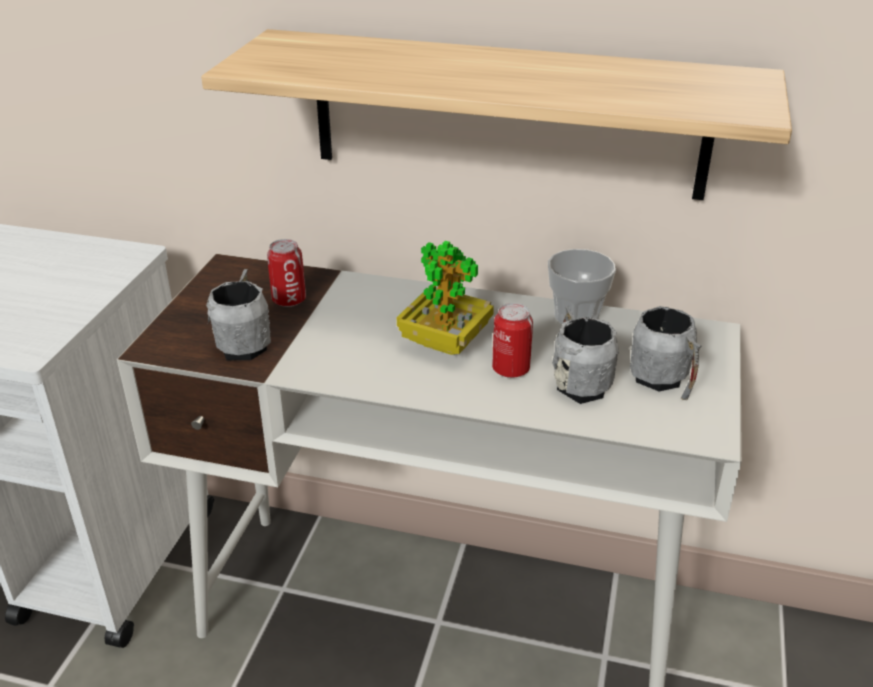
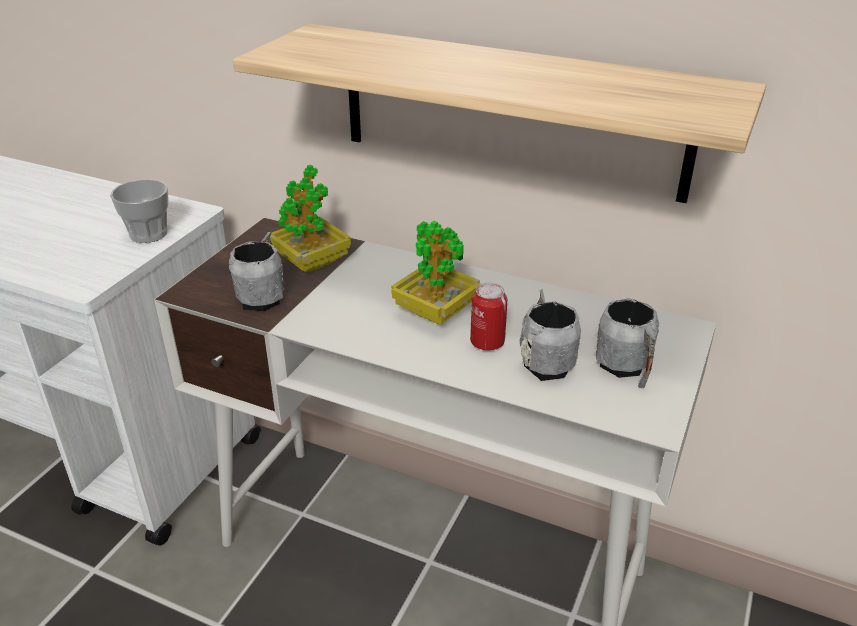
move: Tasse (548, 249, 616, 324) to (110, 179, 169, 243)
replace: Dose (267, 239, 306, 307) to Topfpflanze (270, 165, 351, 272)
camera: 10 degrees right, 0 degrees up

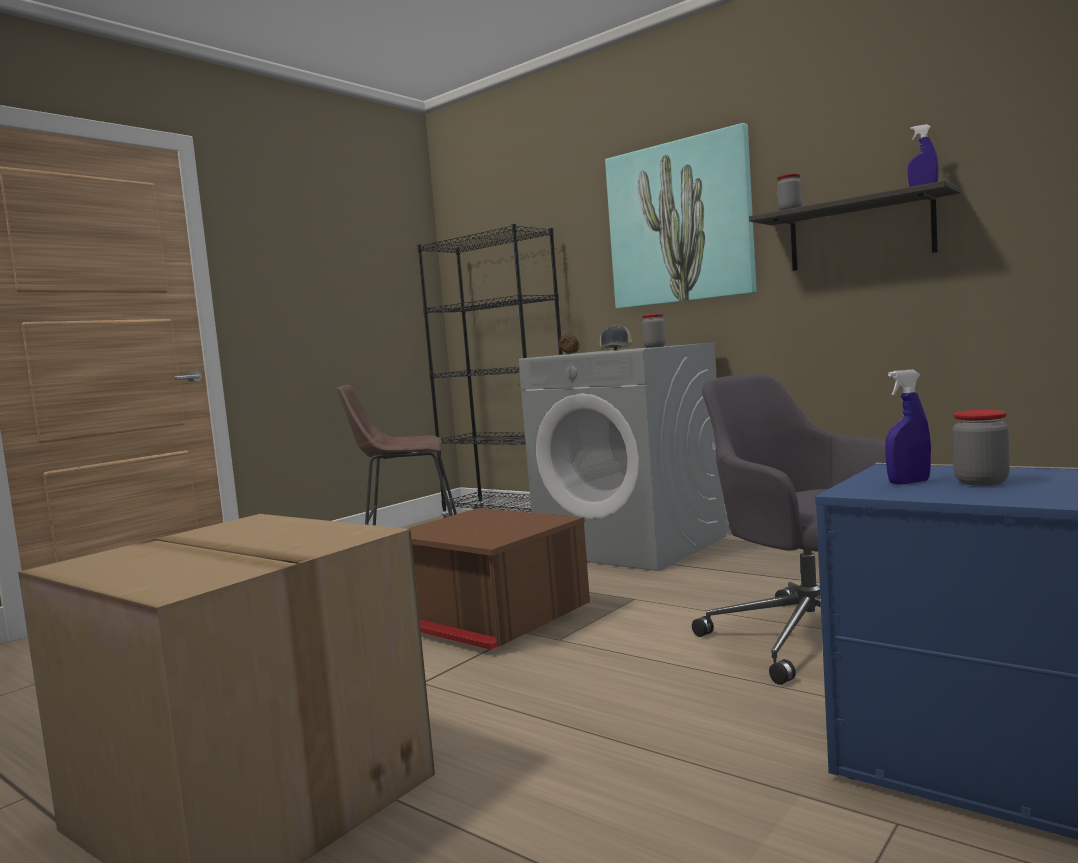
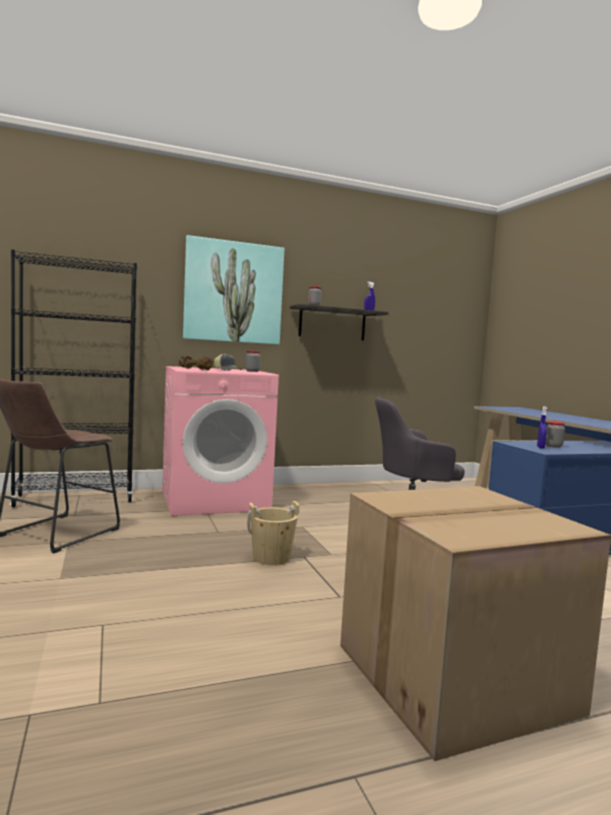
replace: Aufbewahrungsbox (braun) (407, 508, 590, 650) to Eimer (beige) (247, 501, 300, 565)
recolor: Waschmaschine (grau) (519, 342, 726, 571) to Waschmaschine (rosa) (162, 366, 279, 516)
camera: 60 degrees left, 0 degrees up

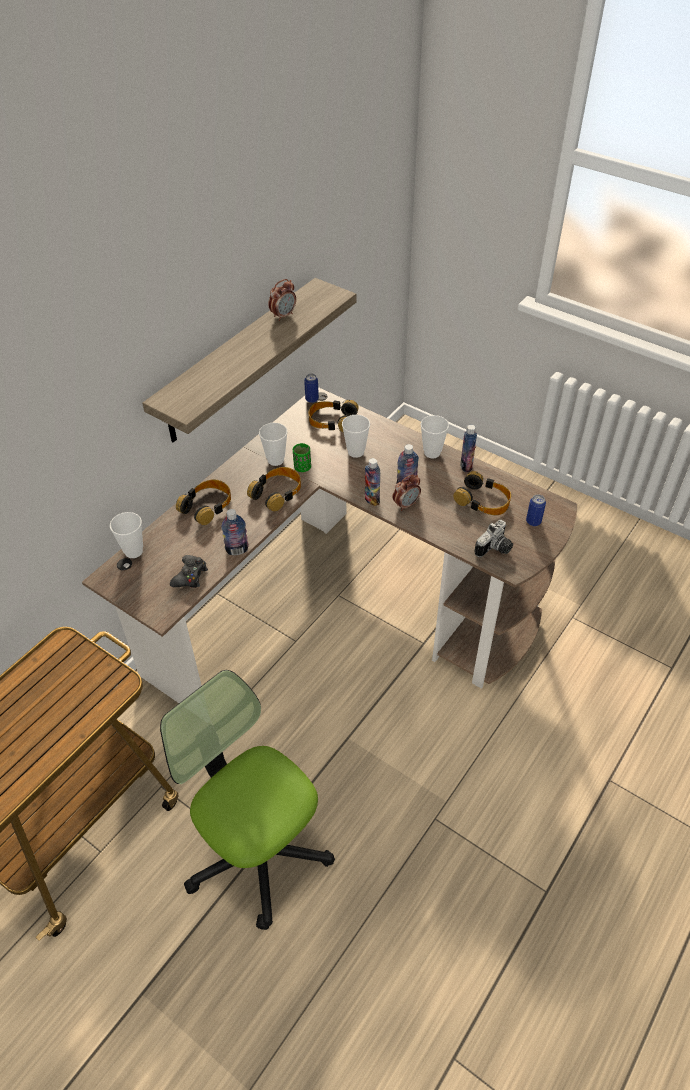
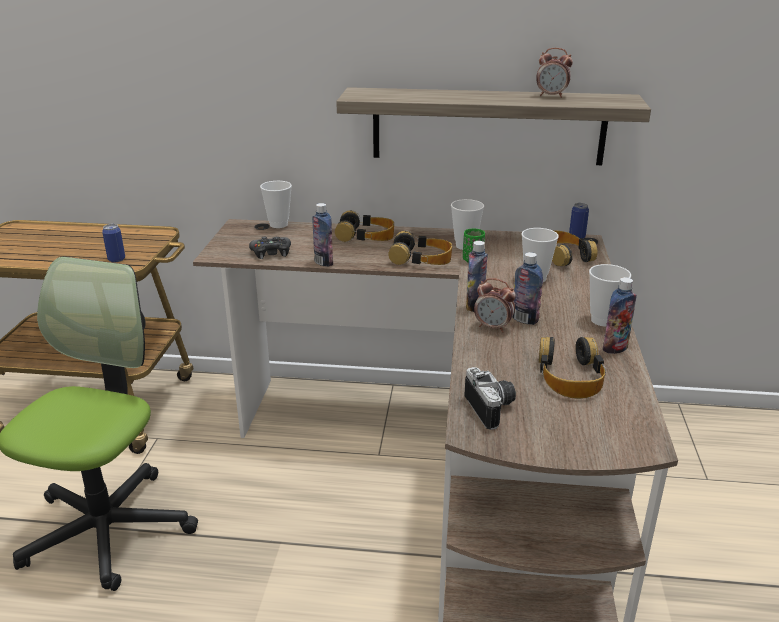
move: Dose (526, 495, 546, 526) to (102, 224, 125, 262)
rotate: Kamera (474, 520, 513, 557) = (464, 367, 516, 430) 120 degrees counterclockwise
camera: 60 degrees right, 20 degrees down

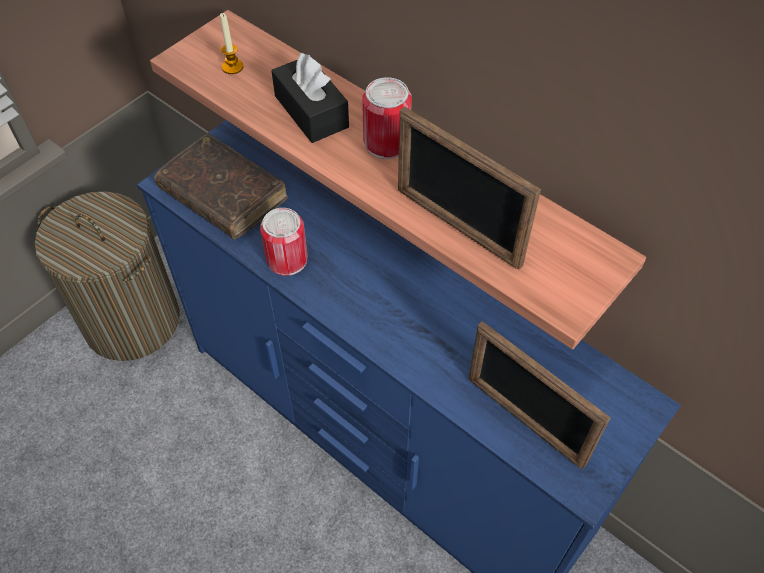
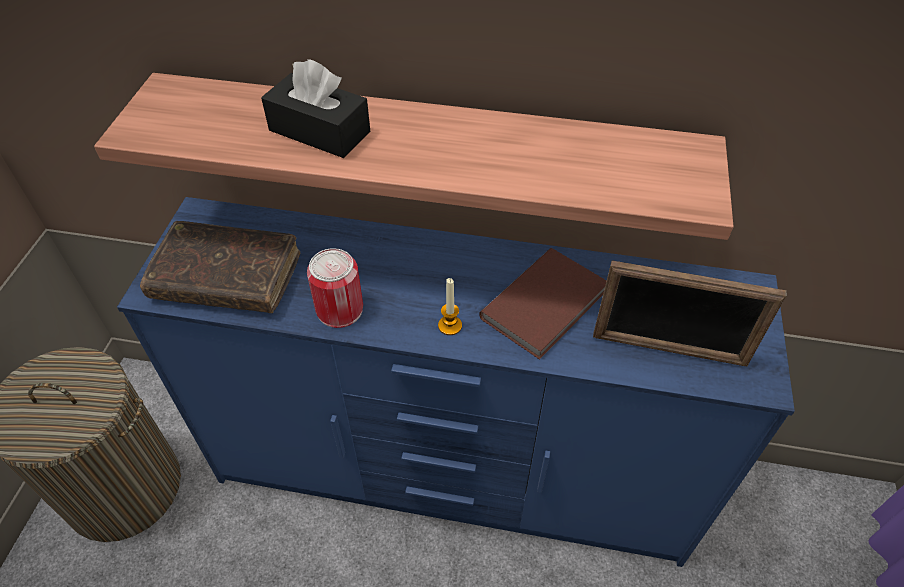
delete: Dose (362, 77, 412, 159); Bilderrahmen (398, 106, 541, 270)
insert: Buch (braun) (479, 248, 607, 360)
move: Kerze (220, 13, 244, 74) to (438, 278, 462, 335)
camera: 30 degrees left, 5 degrees down

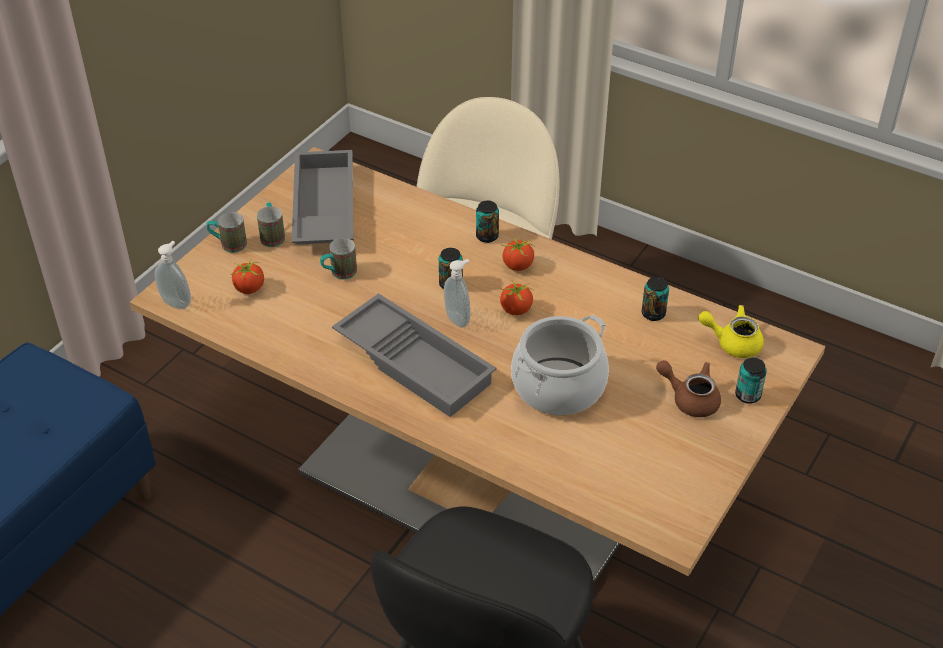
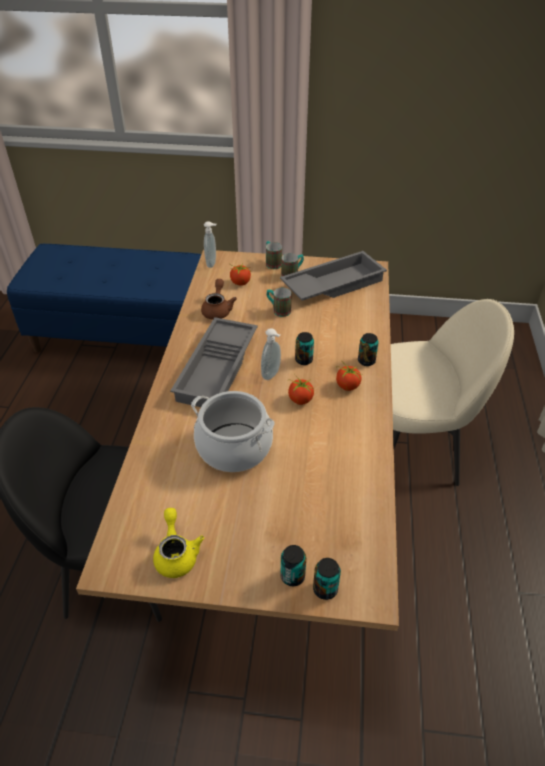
move: Dose (642, 277, 669, 321) to (313, 558, 341, 600); Teekanne (gelb) (698, 305, 764, 358) to (153, 508, 204, 578); Teekanne (braun) (656, 360, 721, 417) to (201, 279, 237, 320)
camera: 65 degrees right, 0 degrees up

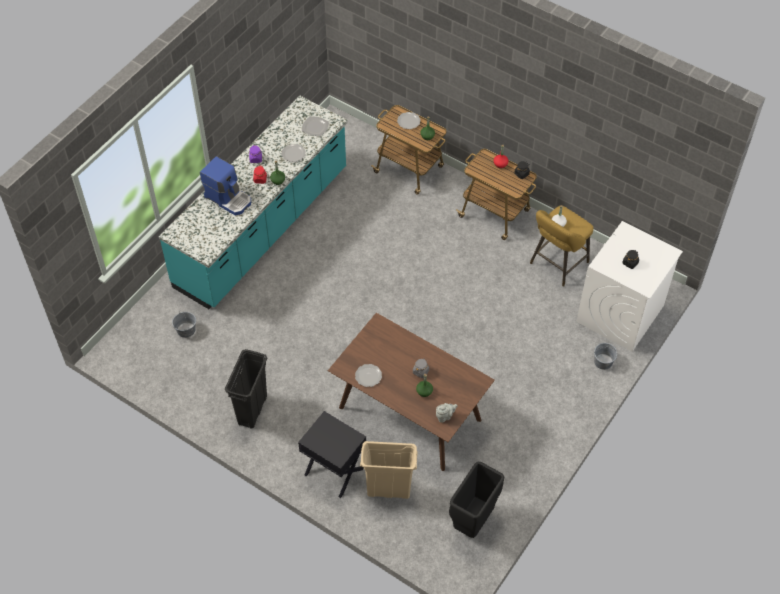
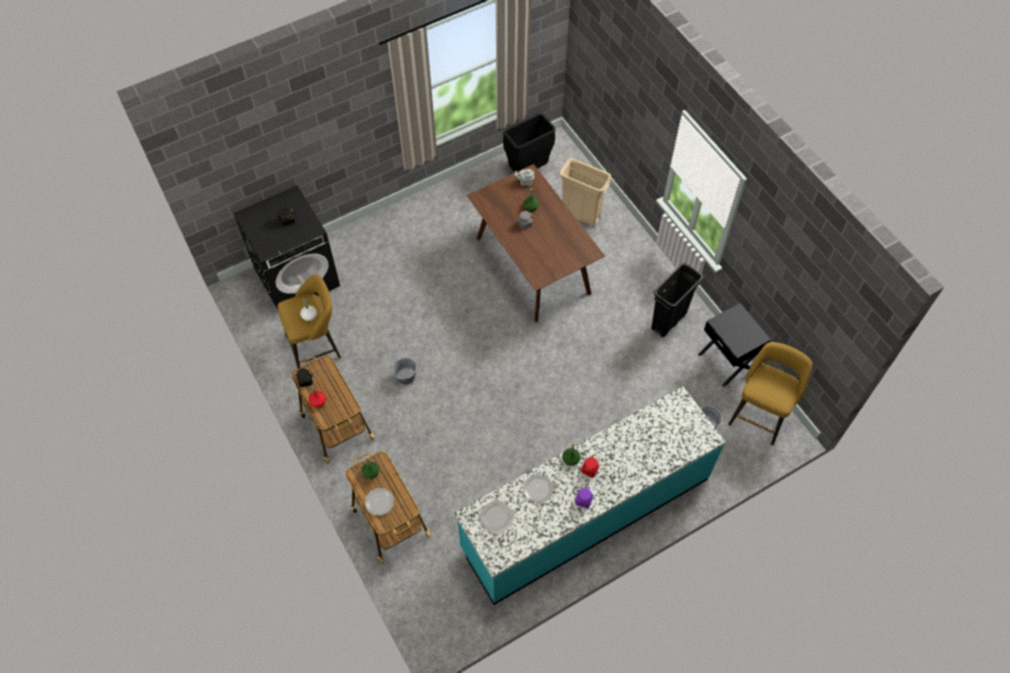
delete: Kaffeemaschine (200, 156, 251, 216); Teller (355, 364, 382, 387)
insert: Hocker (gelb) (728, 342, 812, 445)
move: Eimer (grau) (594, 343, 617, 370) to (393, 358, 417, 385); Nachttisch (schwarz) (298, 411, 366, 498) to (698, 303, 771, 387)
recolor: Waschmaschine (weiß) (576, 221, 683, 352) to Waschmaschine (schwarz) (233, 185, 340, 310)
camera: 155 degrees left, 5 degrees up

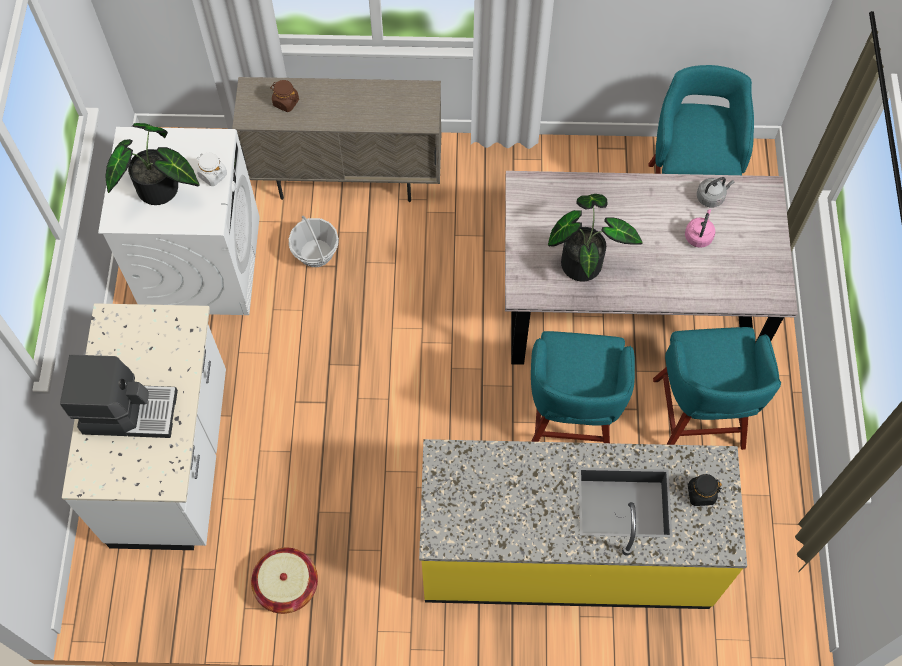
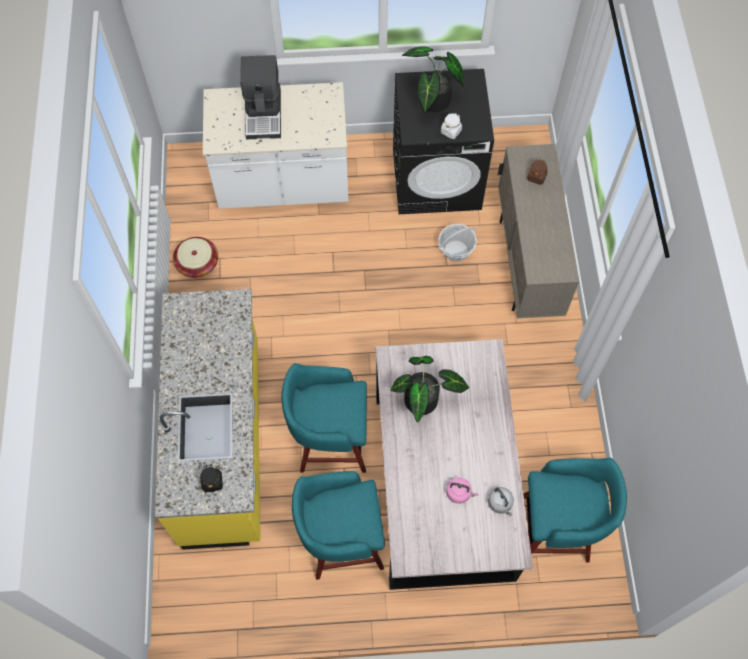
recolor: Waschmaschine (weiß) (98, 127, 260, 315) to Waschmaschine (schwarz) (393, 69, 494, 214)
camera: 85 degrees right, 0 degrees up

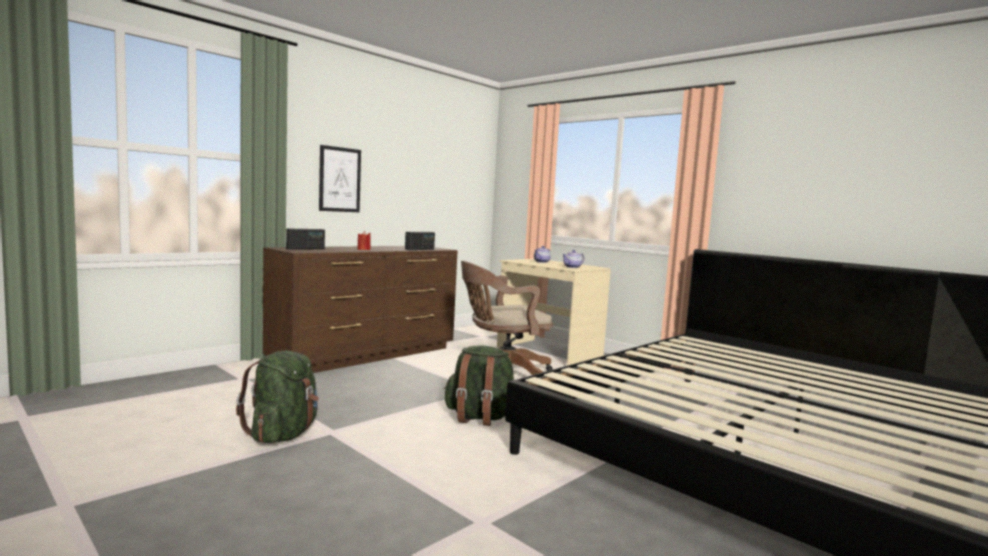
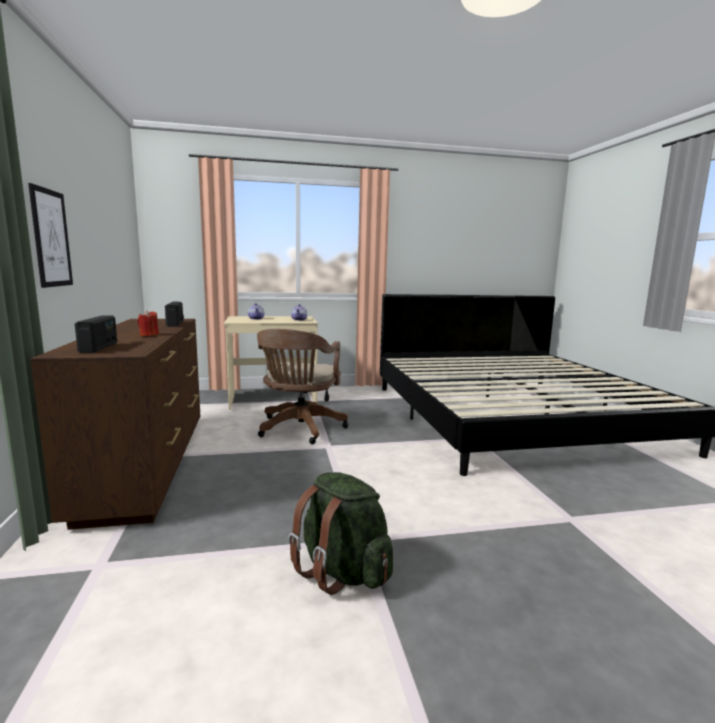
delete: Rucksack (grün) (445, 345, 514, 426)
camera: 55 degrees left, 5 degrees up

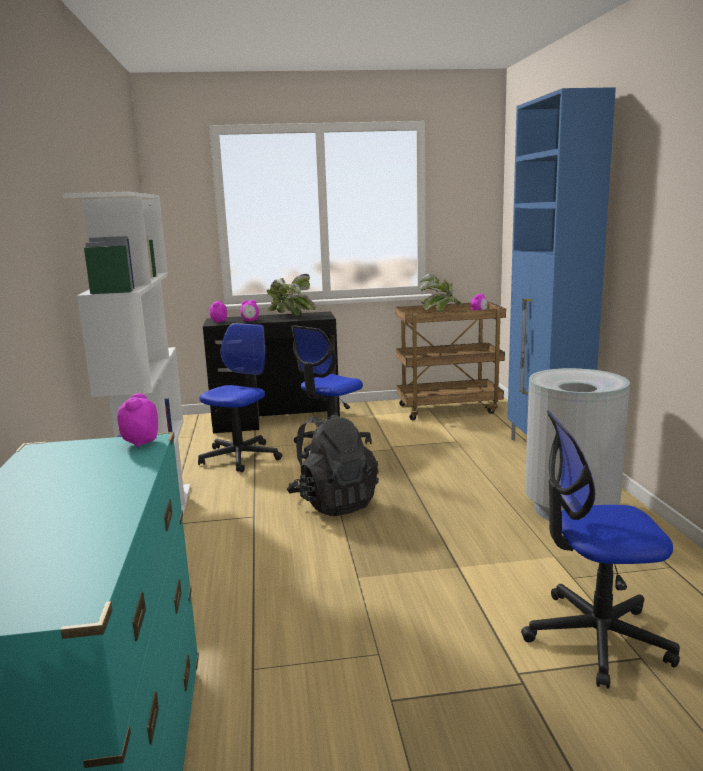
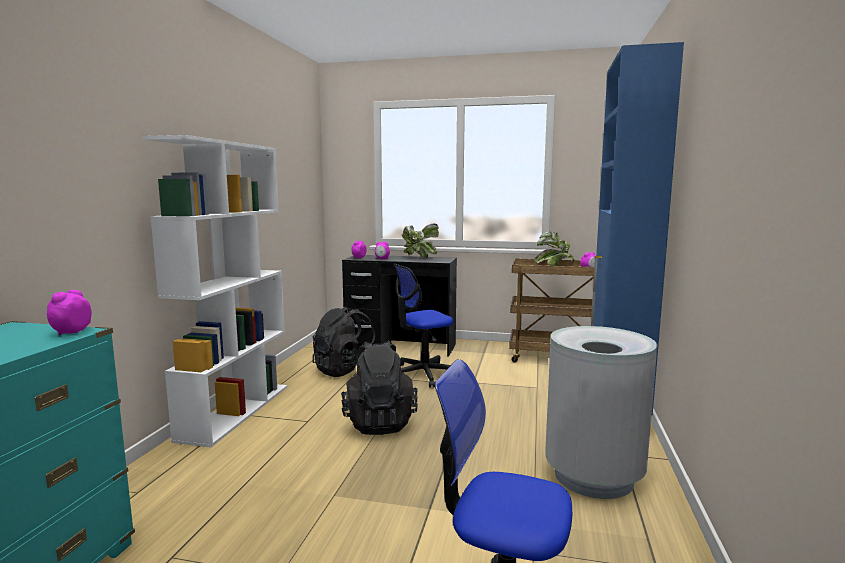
replace: Bürostuhl (198, 323, 282, 472) to Rucksack (schwarz) (313, 306, 375, 377)
camera: 20 degrees right, 5 degrees down

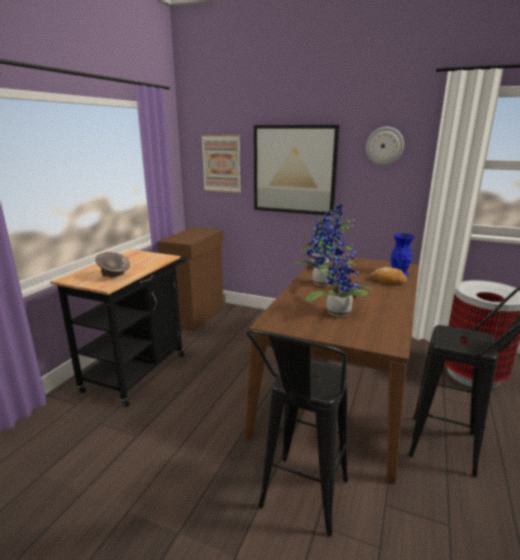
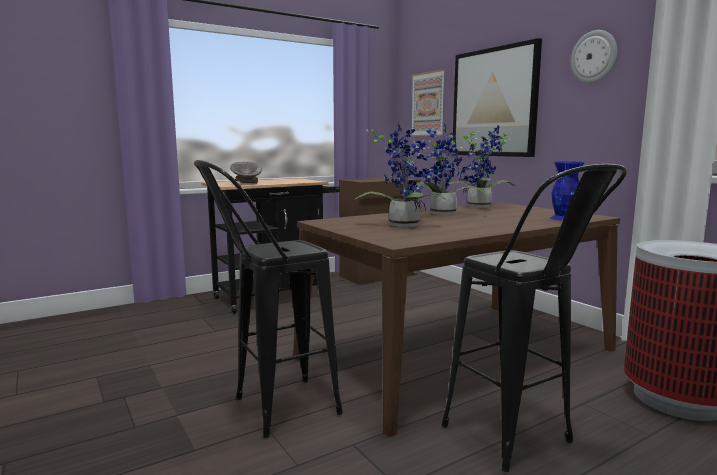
delete: Brot (370, 267, 407, 284)
camera: 35 degrees right, 10 degrees down

